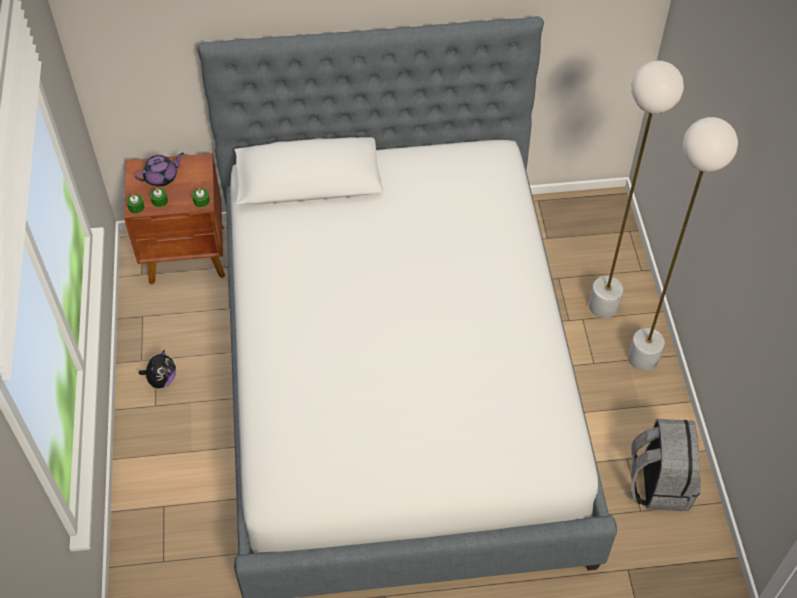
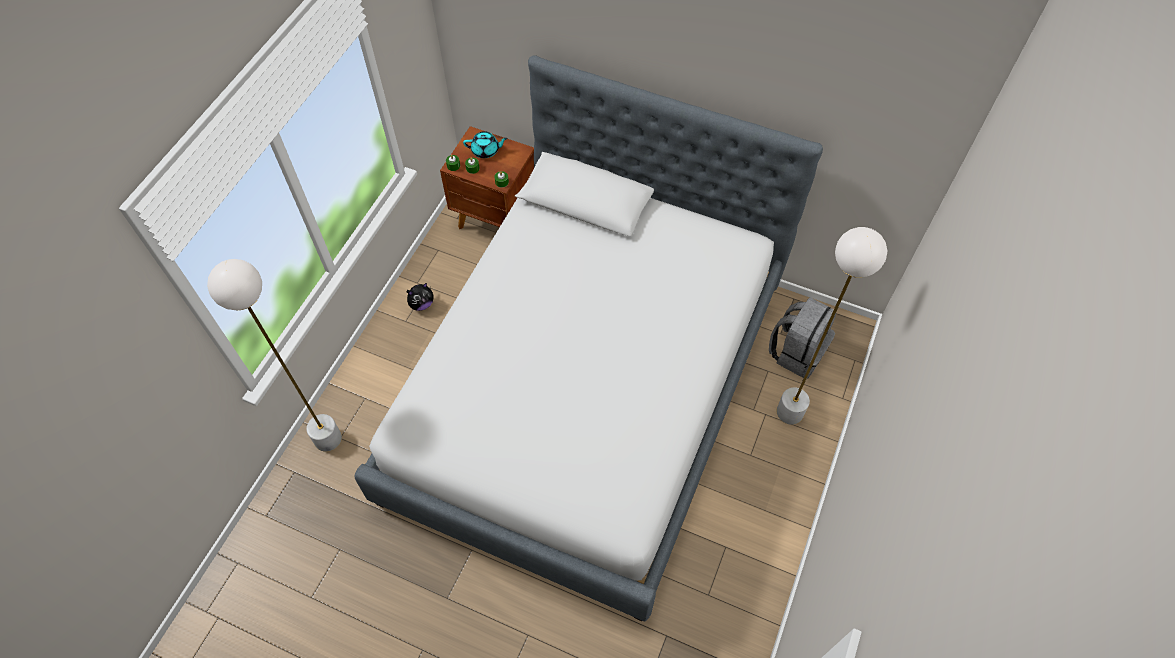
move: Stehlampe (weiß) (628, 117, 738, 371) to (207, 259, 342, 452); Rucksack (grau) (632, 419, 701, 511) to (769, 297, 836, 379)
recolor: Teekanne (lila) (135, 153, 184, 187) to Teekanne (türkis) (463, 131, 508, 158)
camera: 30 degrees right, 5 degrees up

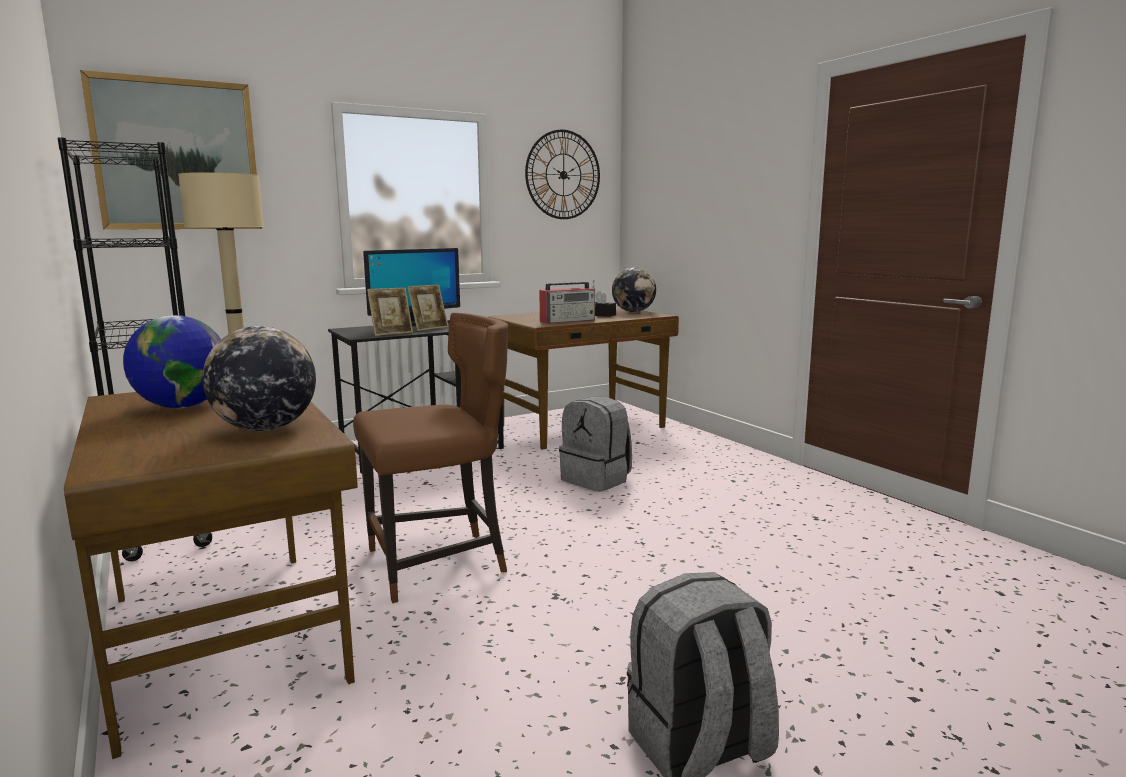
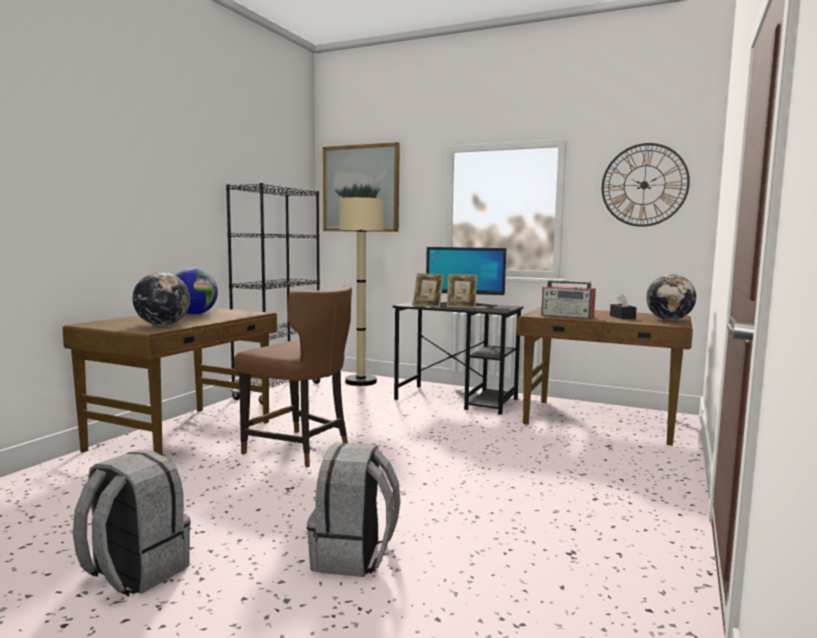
move: Rucksack (grau) (559, 396, 632, 492) to (307, 443, 401, 577)
camera: 55 degrees right, 5 degrees down

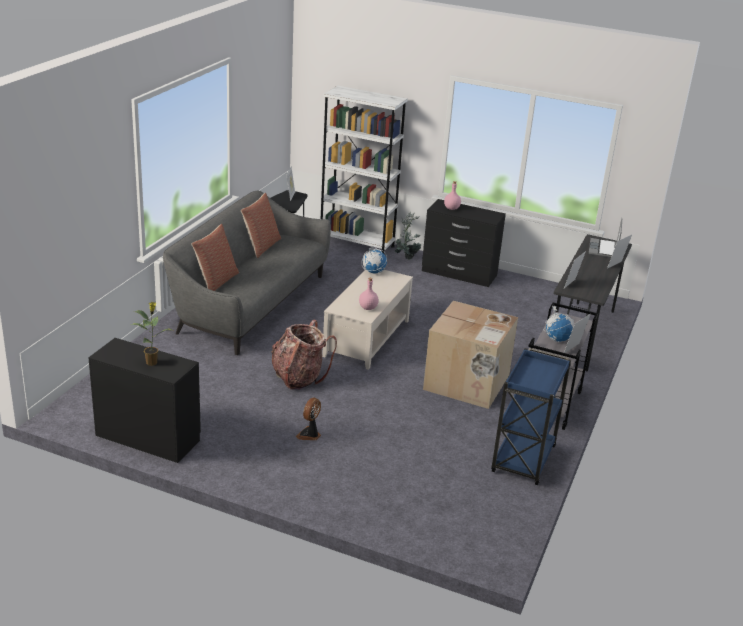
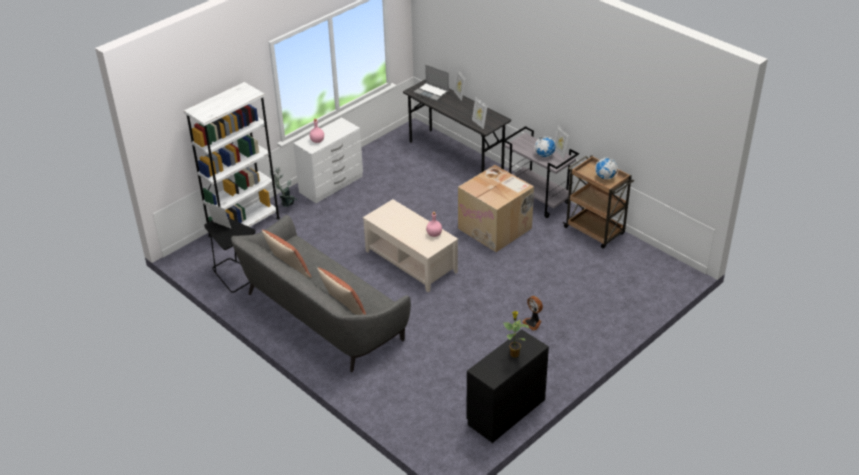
delete: Rucksack (271, 320, 337, 390)
move: Globus (361, 246, 387, 274) to (595, 157, 618, 180)
recolor: Kommode (schwarz) (422, 199, 506, 287) to Kommode (weiß) (293, 117, 363, 203); Rollwagen (blau) (491, 348, 571, 485) to Rollwagen (braun) (563, 155, 634, 249)
camera: 65 degrees left, 10 degrees up

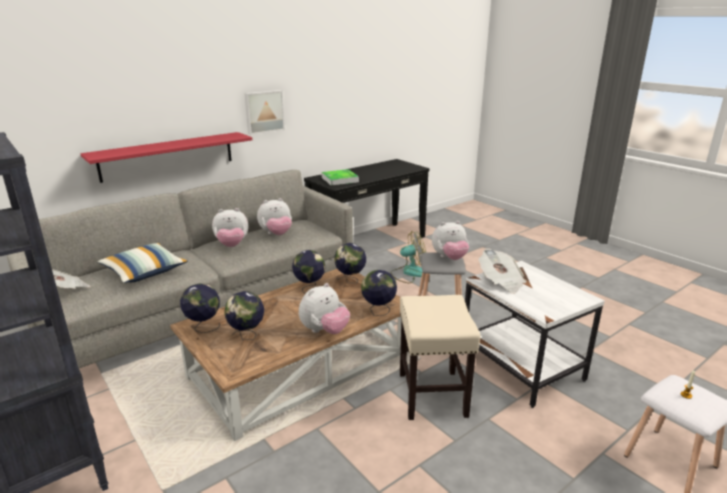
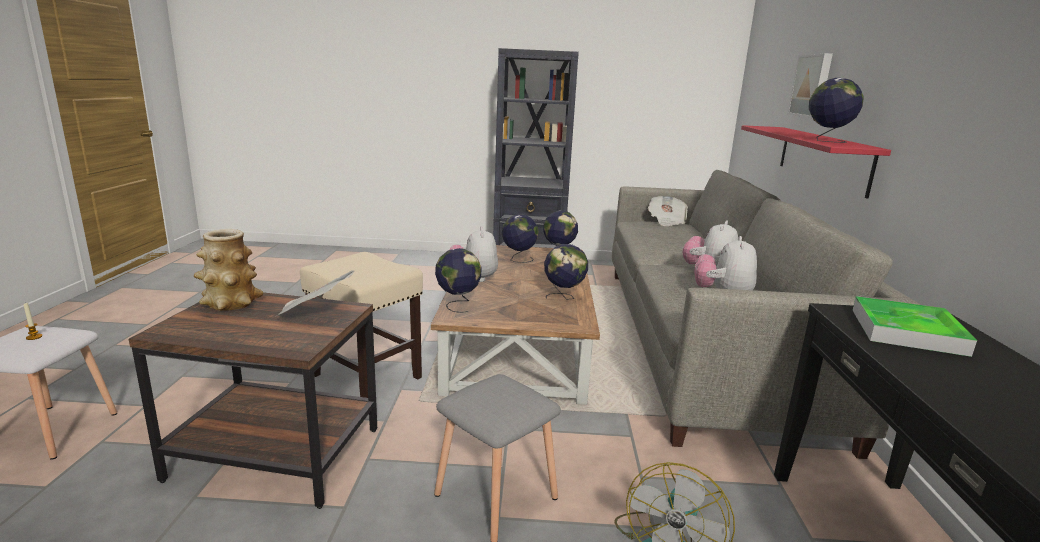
delete: Plüschtier (432, 221, 469, 260); Kissen (97, 243, 188, 283)
insert: Vase (194, 229, 263, 311)
move: Bild (244, 90, 285, 135) to (788, 53, 833, 118); Globus (334, 243, 366, 283) to (809, 78, 864, 143)
recolor: Beistelltisch (weiß) (462, 261, 605, 408) to Beistelltisch (braun) (129, 292, 377, 509)
camera: 130 degrees right, 5 degrees down

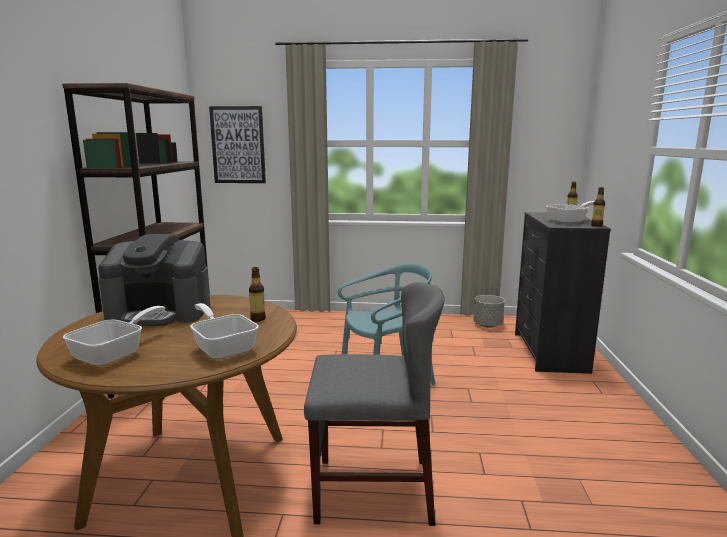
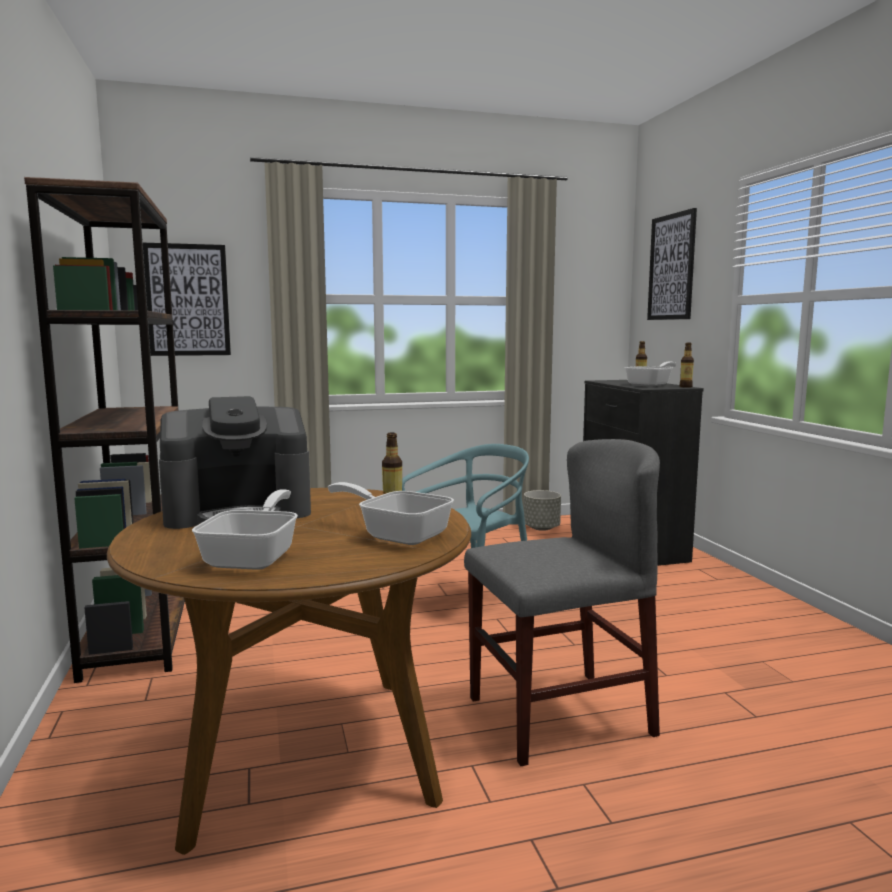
insert: Bild (647, 208, 697, 320)
camera: 20 degrees left, 5 degrees down

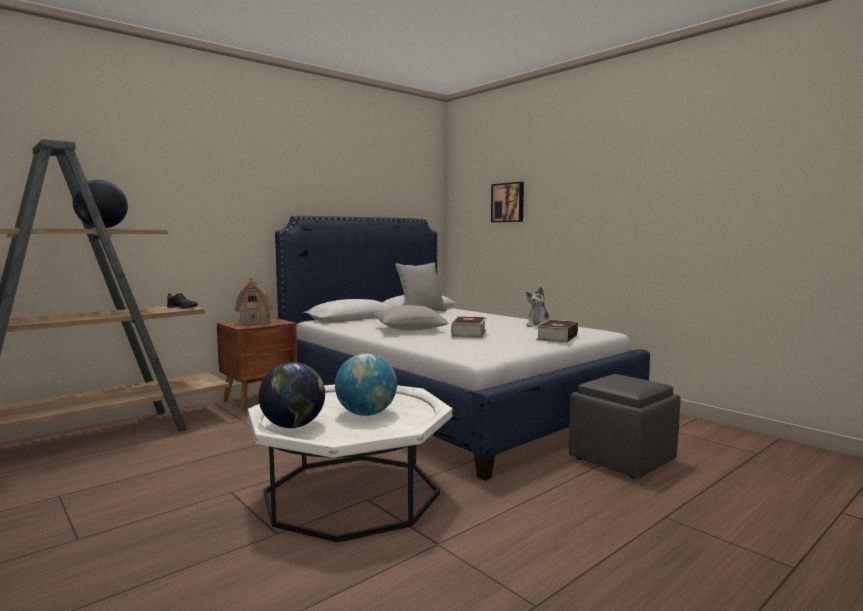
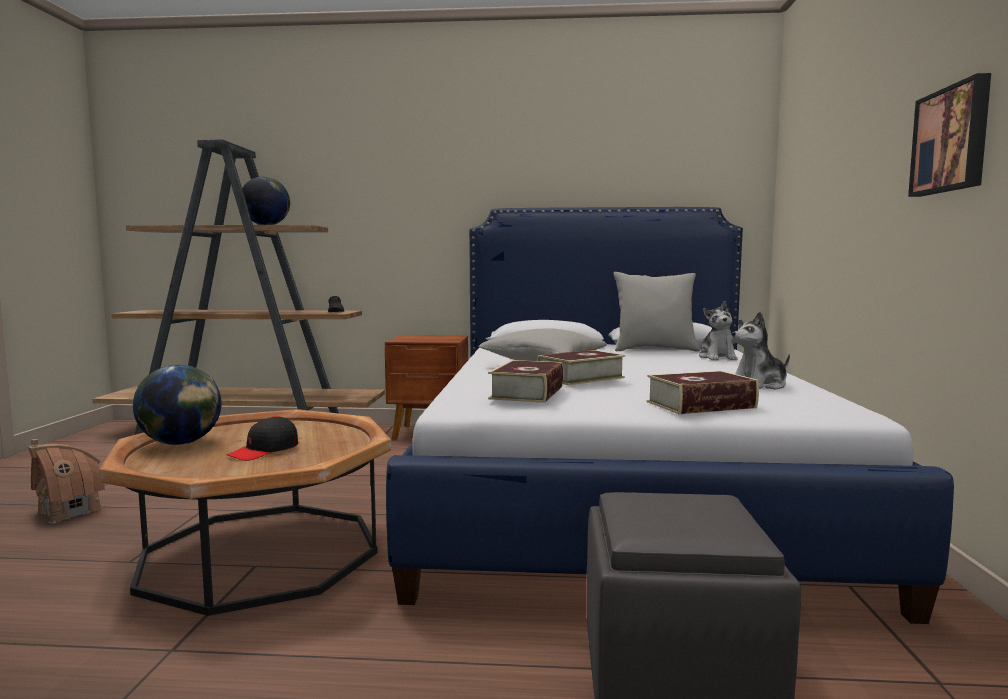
insert: Plüschtier (699, 301, 737, 360); Buch (488, 360, 564, 403)
move: Bild (491, 182, 524, 222) to (908, 73, 991, 197); Spielzeughaus (234, 278, 272, 324) to (28, 439, 105, 524)
replace: Globus (335, 354, 397, 416) to Kappe (schwarz) (227, 416, 298, 461)
recolor: Couchtisch (weiß) (248, 384, 452, 542) to Couchtisch (braun) (99, 409, 391, 616)
camera: 45 degrees right, 0 degrees up

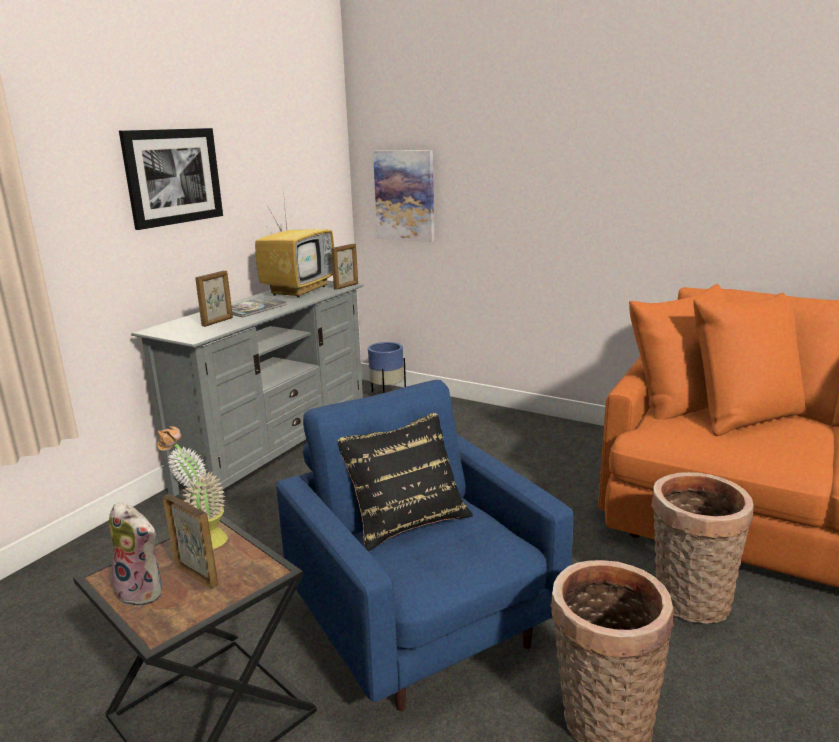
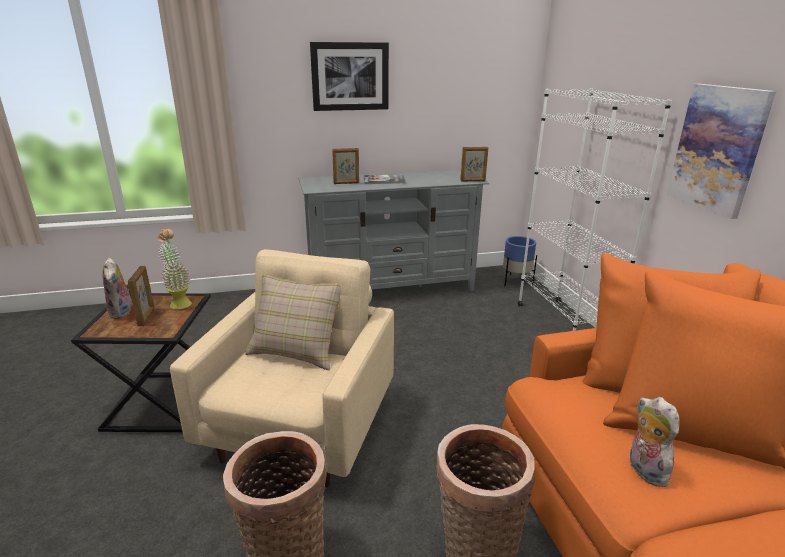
delete: Fernseher (255, 191, 334, 298)
insert: Bücherregal (weiß) (518, 88, 672, 331); Plüschtier (630, 397, 680, 487)
move: Bild (373, 150, 434, 242) to (667, 84, 776, 219)
recolor: Sessel (blau) (276, 380, 573, 711) to Sessel (beige) (170, 249, 394, 487); Kissen (schwarz) (338, 413, 473, 551) to Kissen (beige) (245, 274, 341, 370)
camera: 45 degrees right, 5 degrees up

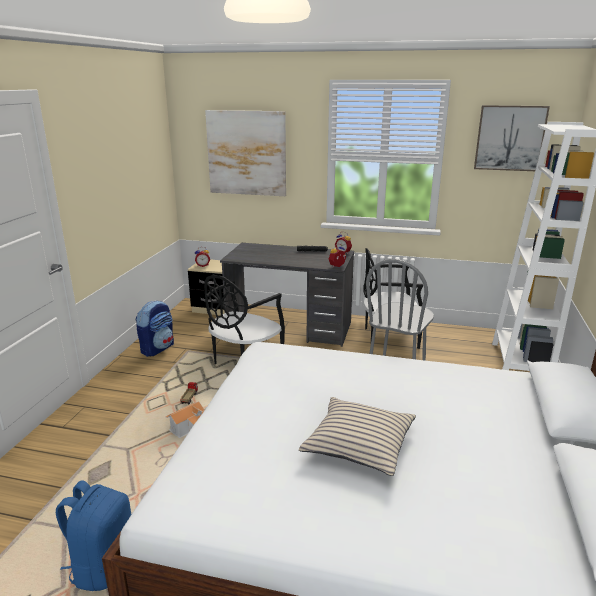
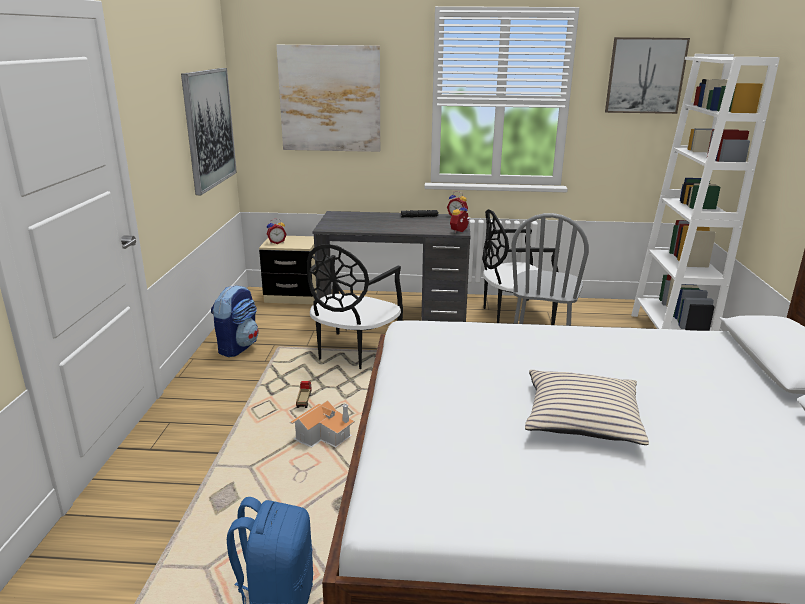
insert: Bild (181, 68, 237, 195)
camera: 10 degrees left, 0 degrees up

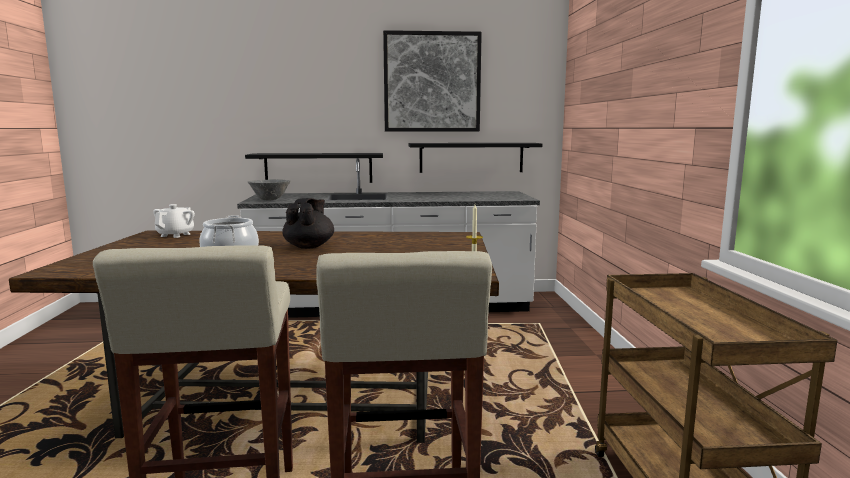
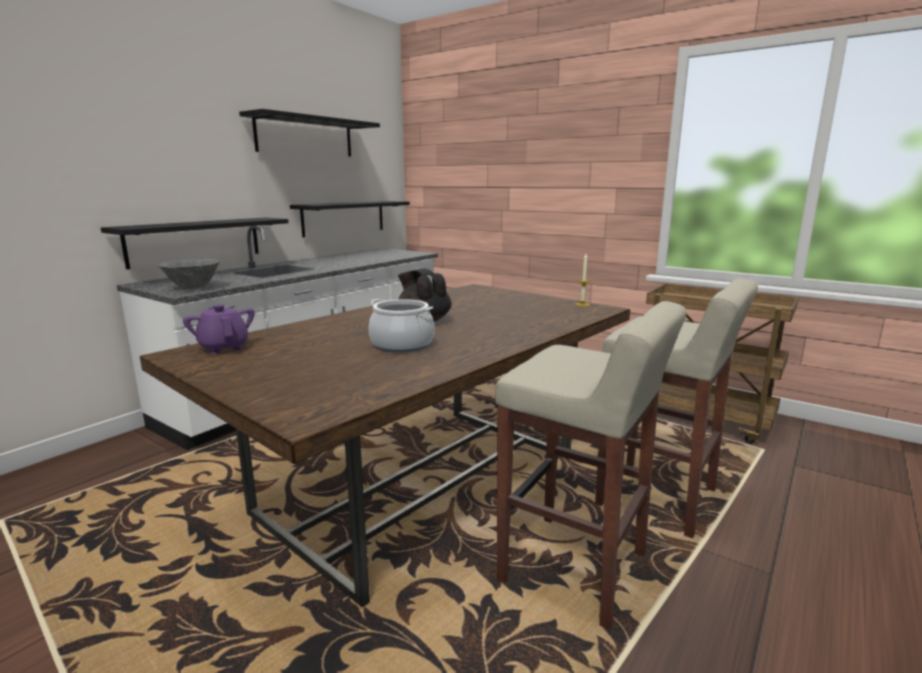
replace: Bild (383, 30, 482, 132) to Wandregal (schwarz) (239, 109, 380, 157)
recolor: Teekanne (weiß) (153, 204, 195, 238) to Teekanne (lila) (183, 304, 255, 354)
camera: 50 degrees left, 5 degrees up

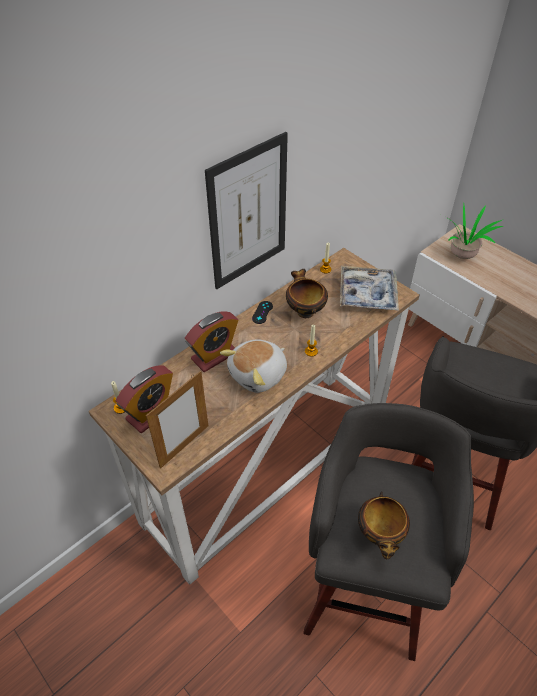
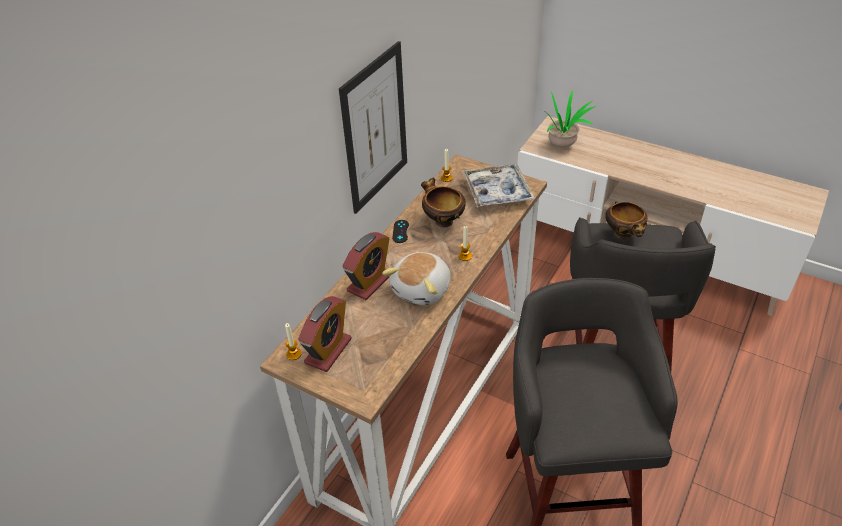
delete: Bilderrahmen (146, 371, 208, 469)
move: Schüssel (358, 491, 410, 559) to (605, 202, 647, 239)
camera: 15 degrees left, 5 degrees down

